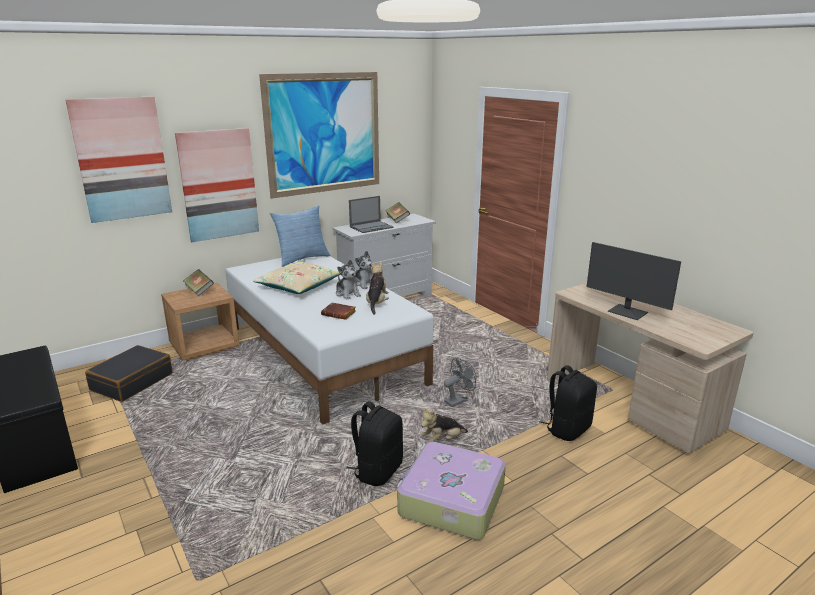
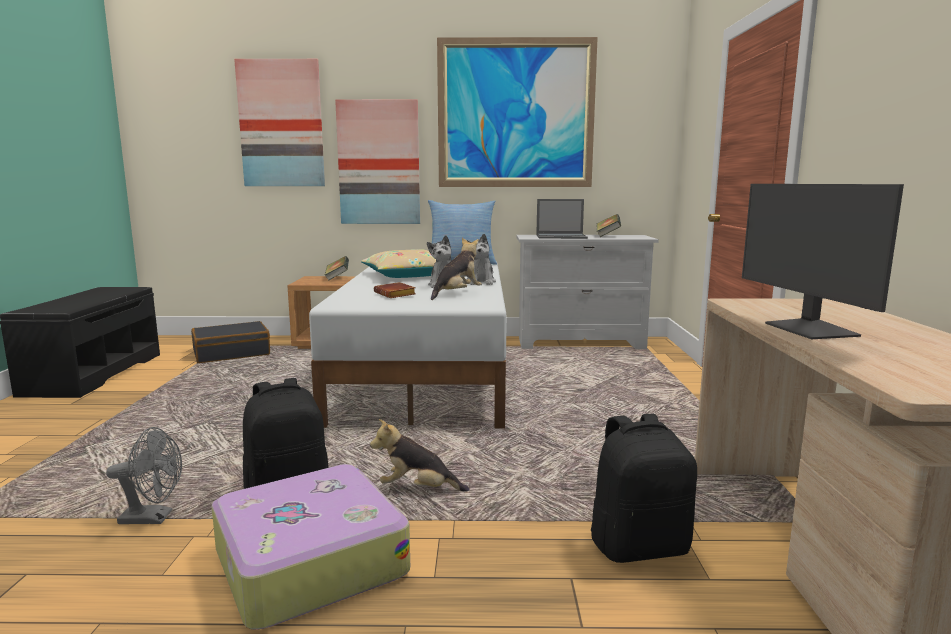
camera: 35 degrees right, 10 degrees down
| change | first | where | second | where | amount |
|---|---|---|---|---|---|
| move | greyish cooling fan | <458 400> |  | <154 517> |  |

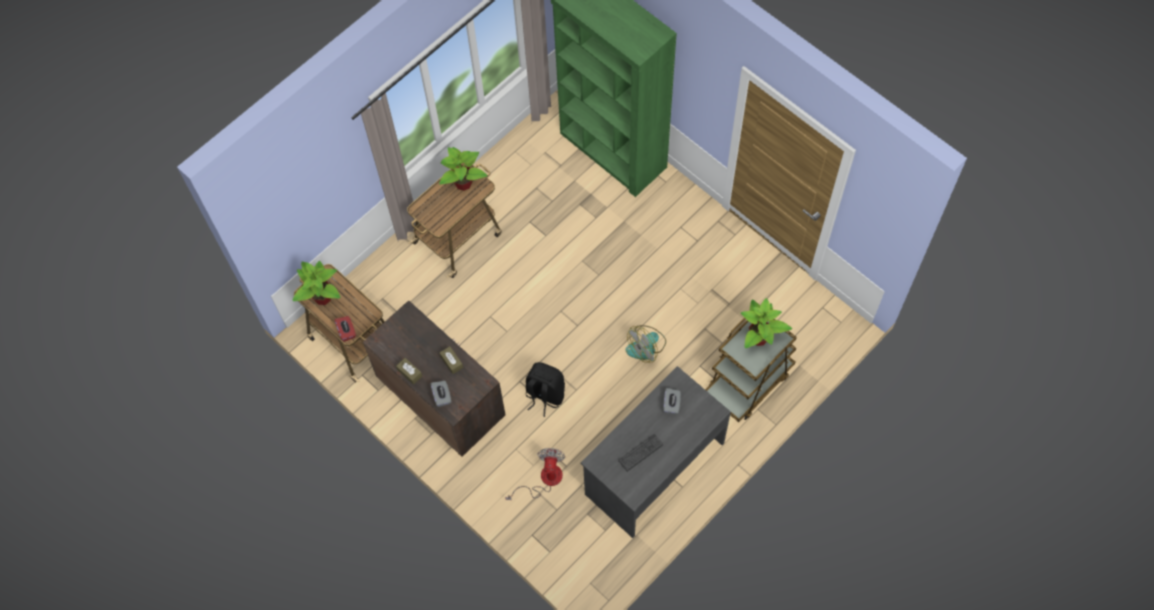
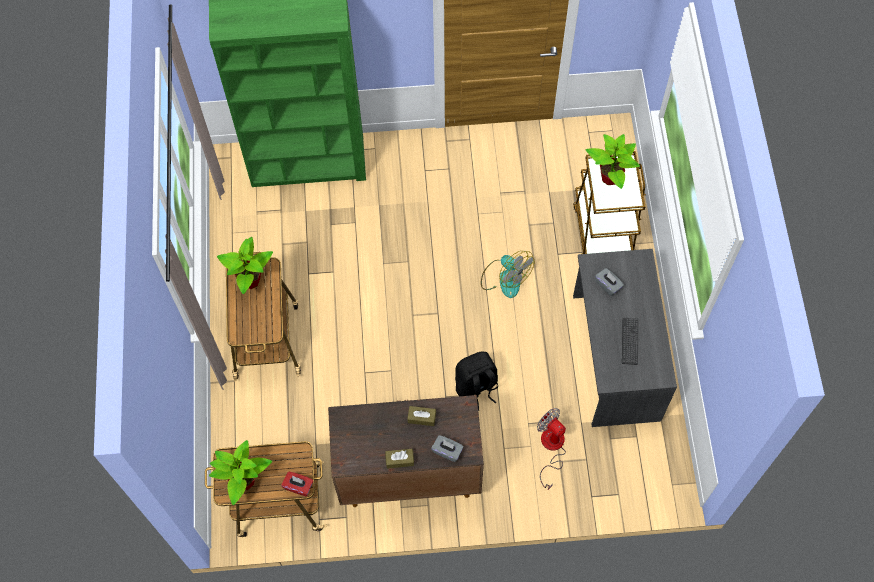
camera: 50 degrees left, 0 degrees up
| change | first | where | second | where | amount |
|---|---|---|---|---|---|
| rotate | cooling fan | <646 346> |  | <505 278> | 45 degrees counterclockwise |

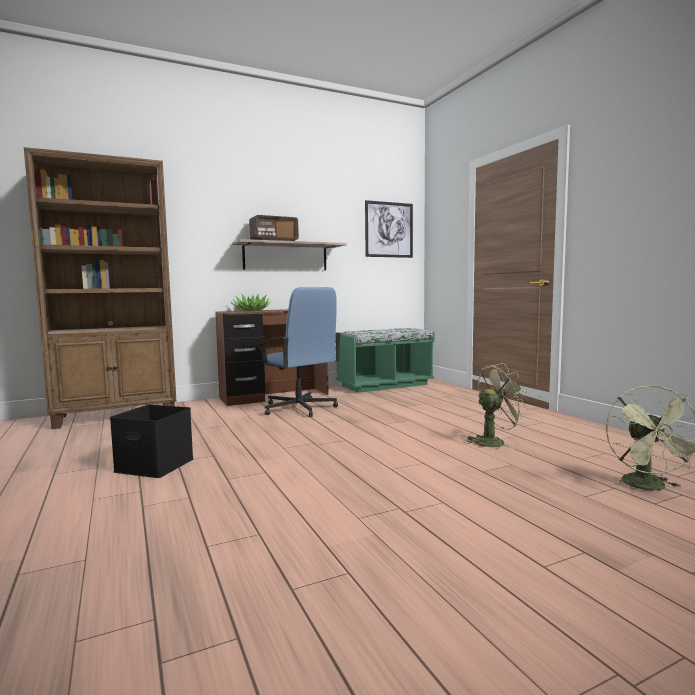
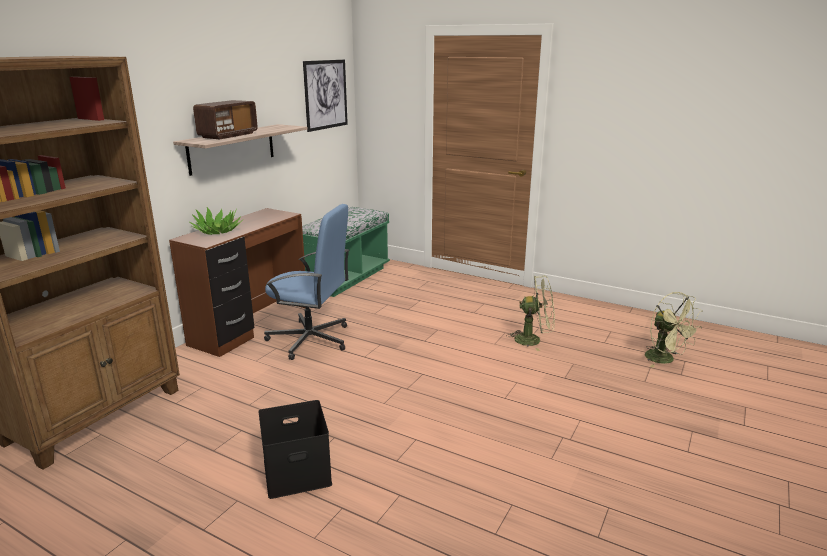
camera: 35 degrees left, 15 degrees up
| change | first | where | second | where | amount |
|---|---|---|---|---|---|
| rotate | green-coloured cooling fan | <494 442> |  | <533 340> | 60 degrees clockwise |

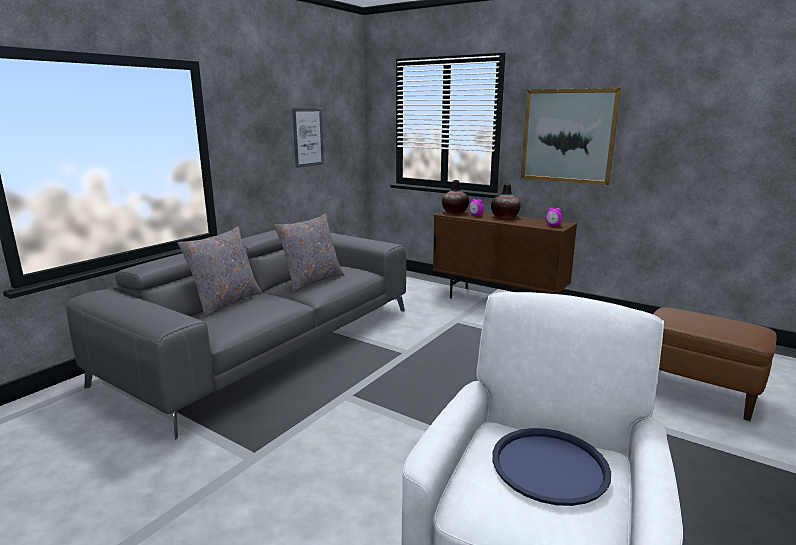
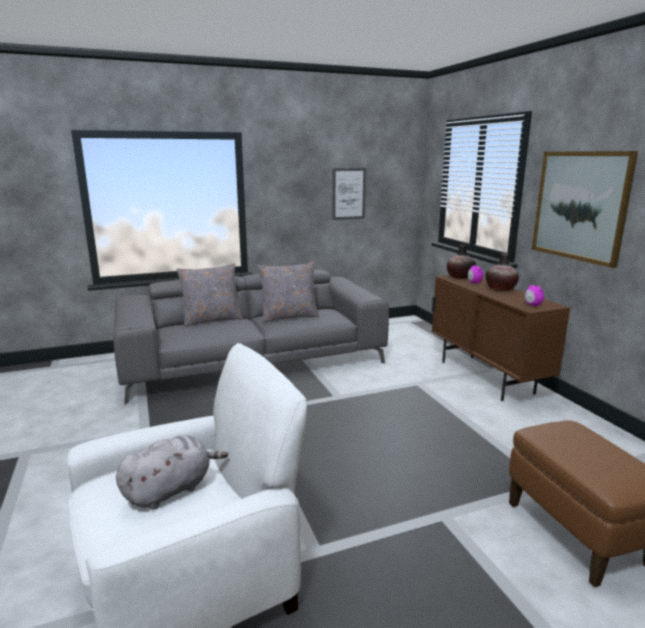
camera: 35 degrees right, 0 degrees up
| change | first | where | second | where | amount |
|---|---|---|---|---|---|
| replace | bluish serving tray | <549 466> | greyish cuddly toy | <171 490> |  |

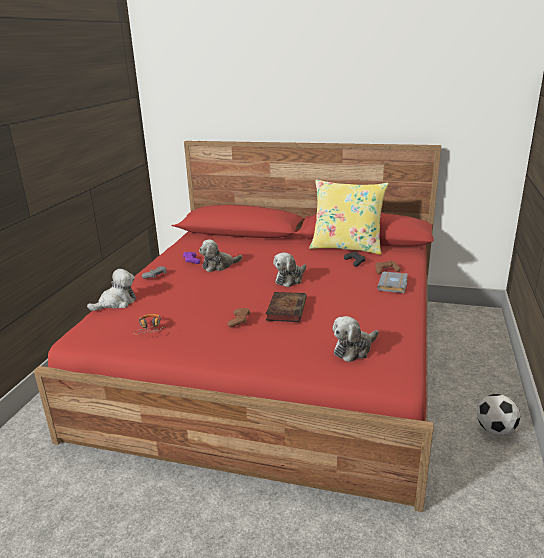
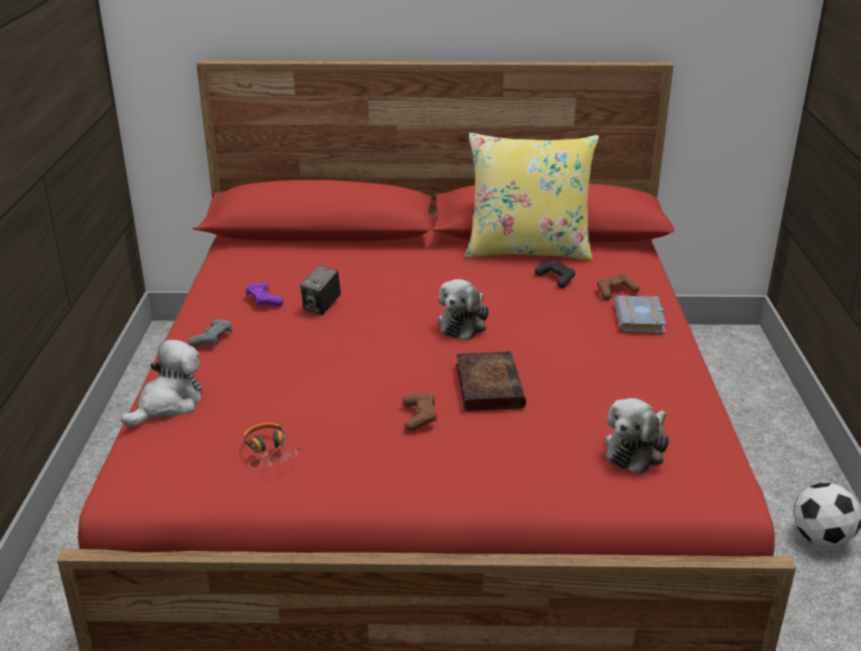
camera: 15 degrees left, 5 degrees up
| change | first | where | second | where | amount |
|---|---|---|---|---|---|
| replace | cuddly toy | <219 266> | still camera | <322 307> |  |

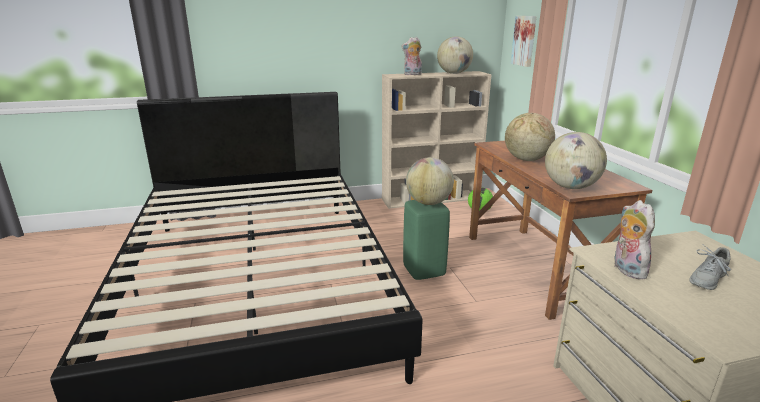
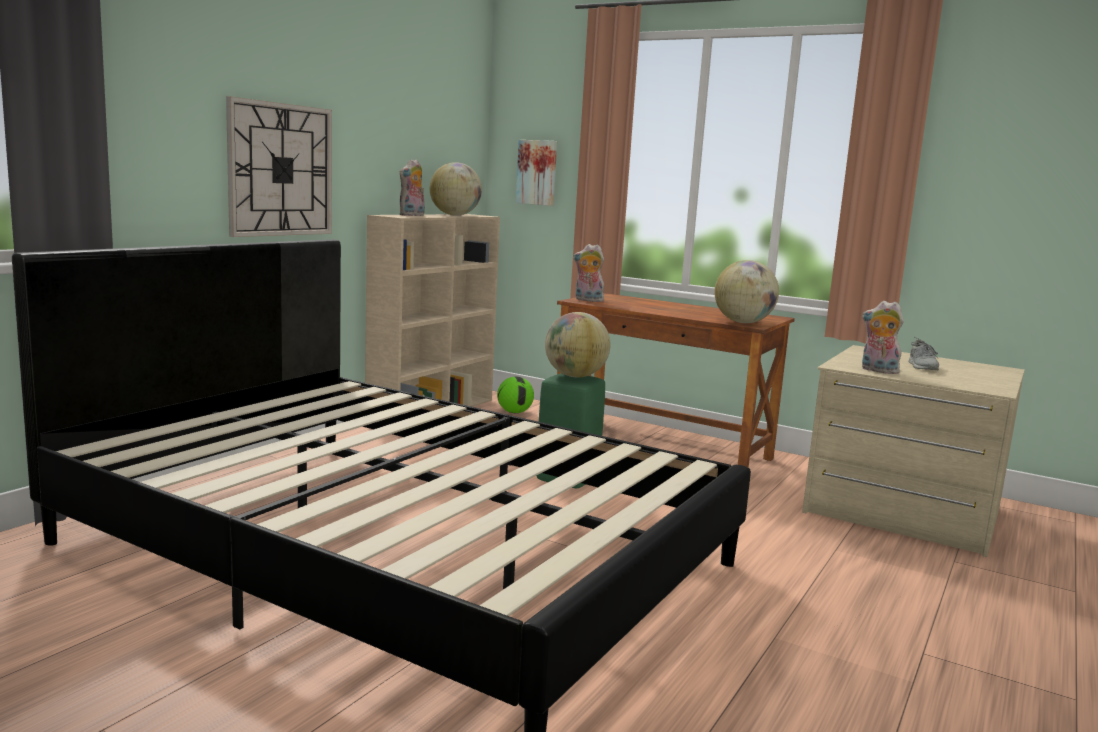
camera: 45 degrees left, 10 degrees down
| change | first | where | second | where | amount |
|---|---|---|---|---|---|
| insert |  |  | wall clock | <281 170> |  |
| insert |  |  | cuddly toy | <587 300> |  |
| delete | desk globe | <526 159> |  |  |  |

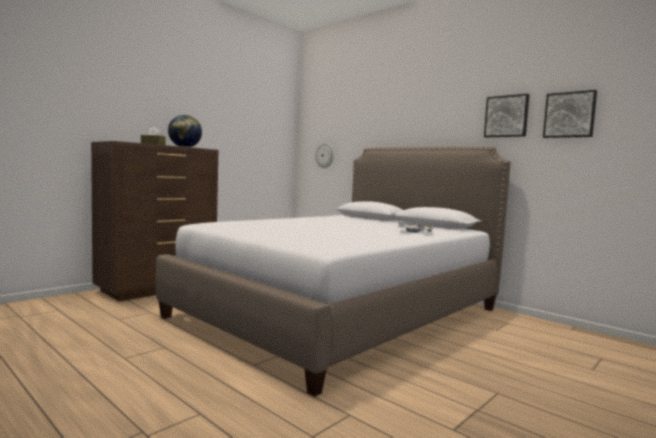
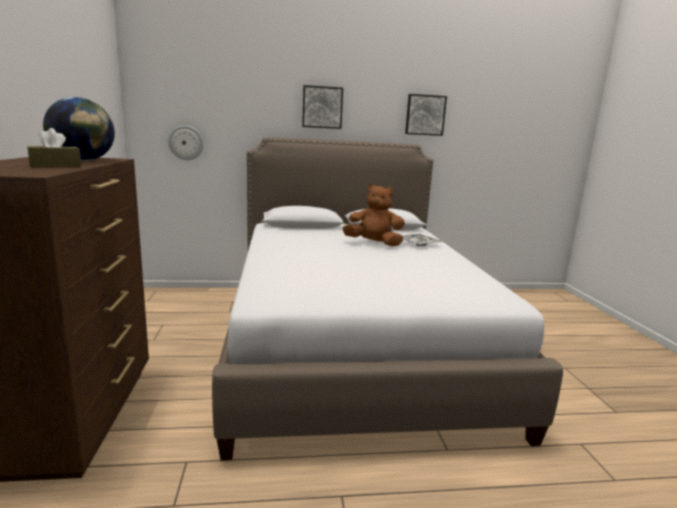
camera: 50 degrees left, 10 degrees up
| change | first | where | second | where | amount |
|---|---|---|---|---|---|
| move | wall picture | <569 115> |  | <322 107> |  |
| insert |  |  | brownish cuddly toy | <374 243> |  |

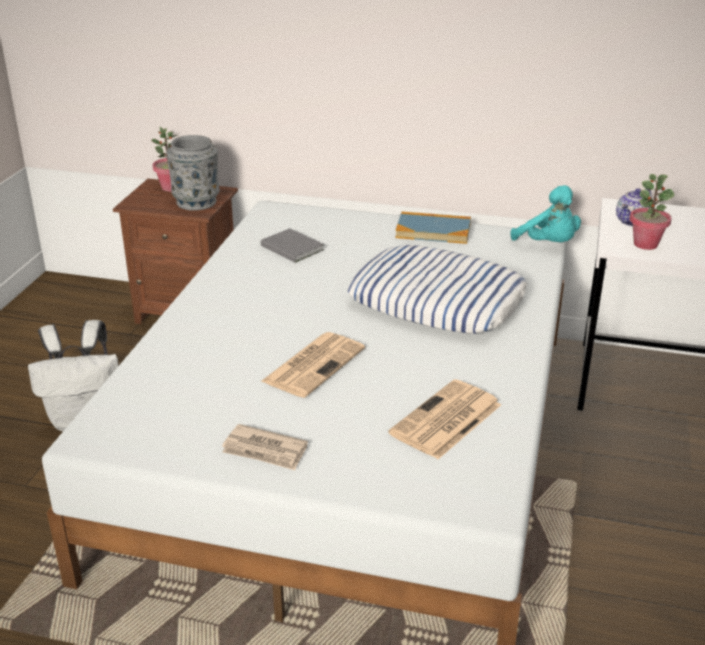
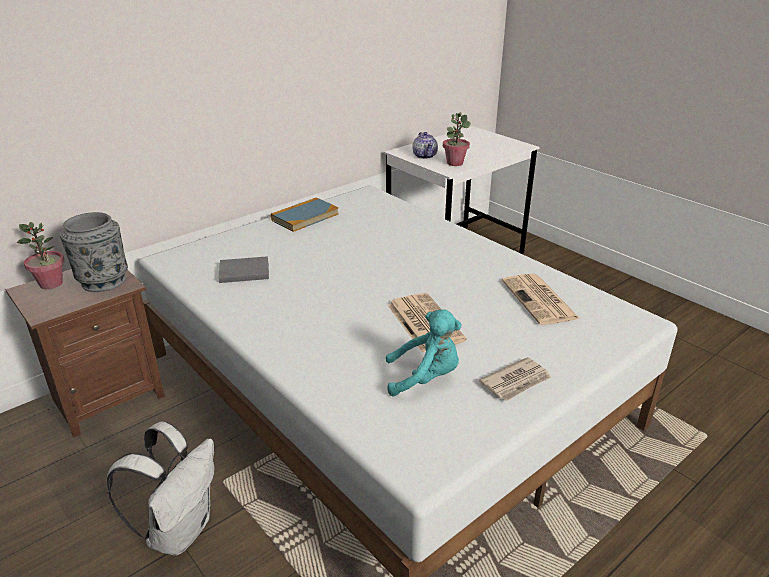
camera: 55 degrees left, 0 degrees up
| change | first | where | second | where | amount |
|---|---|---|---|---|---|
| move | turquoise cuddly toy | <548 244> |  | <425 378> |  |
| delete | pillow | <437 300> |  |  |  |

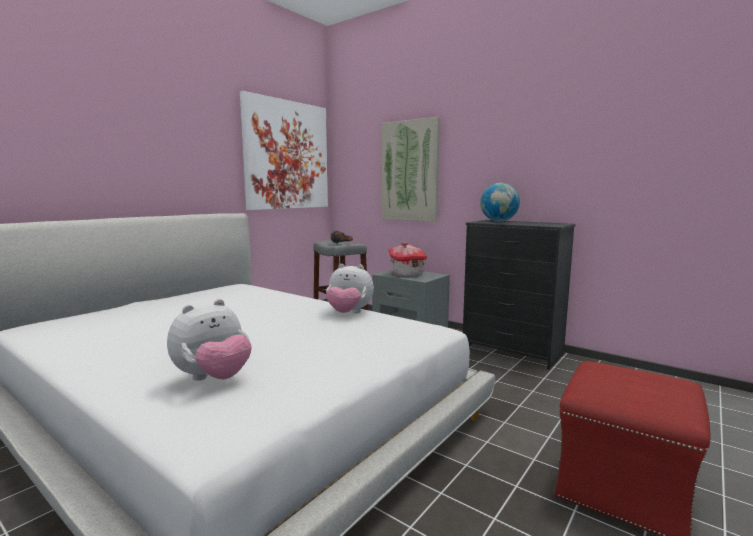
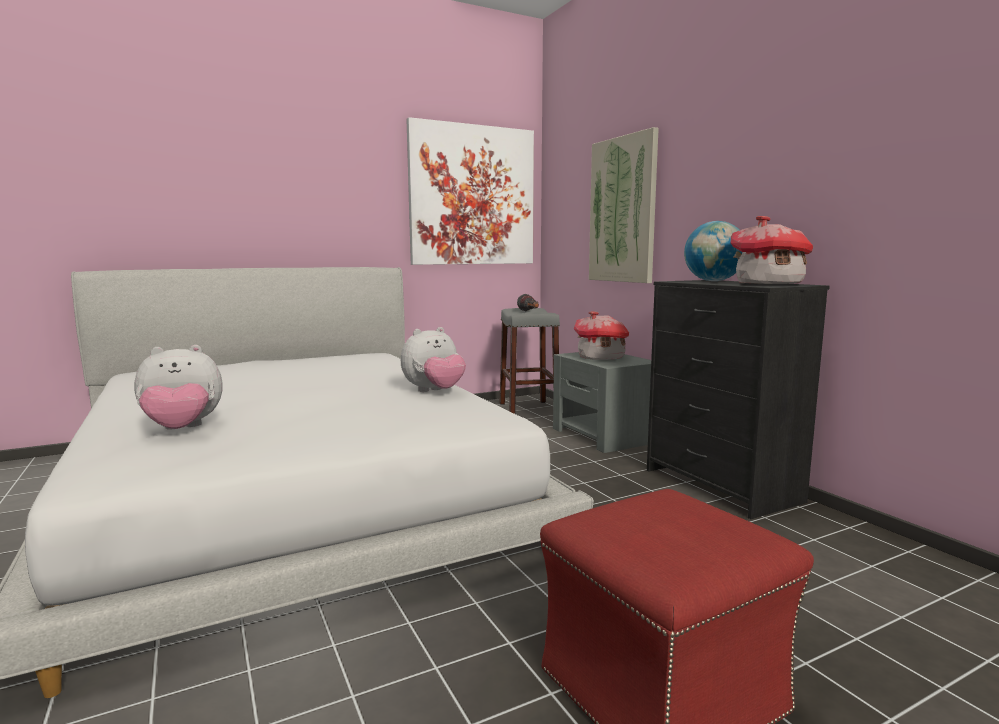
camera: 25 degrees right, 0 degrees up
| change | first | where | second | where | amount |
|---|---|---|---|---|---|
| rotate | cuddly toy | <349 313> |  | <434 391> | 75 degrees counterclockwise |
| insert |  |  | miniature house | <768 284> |  |

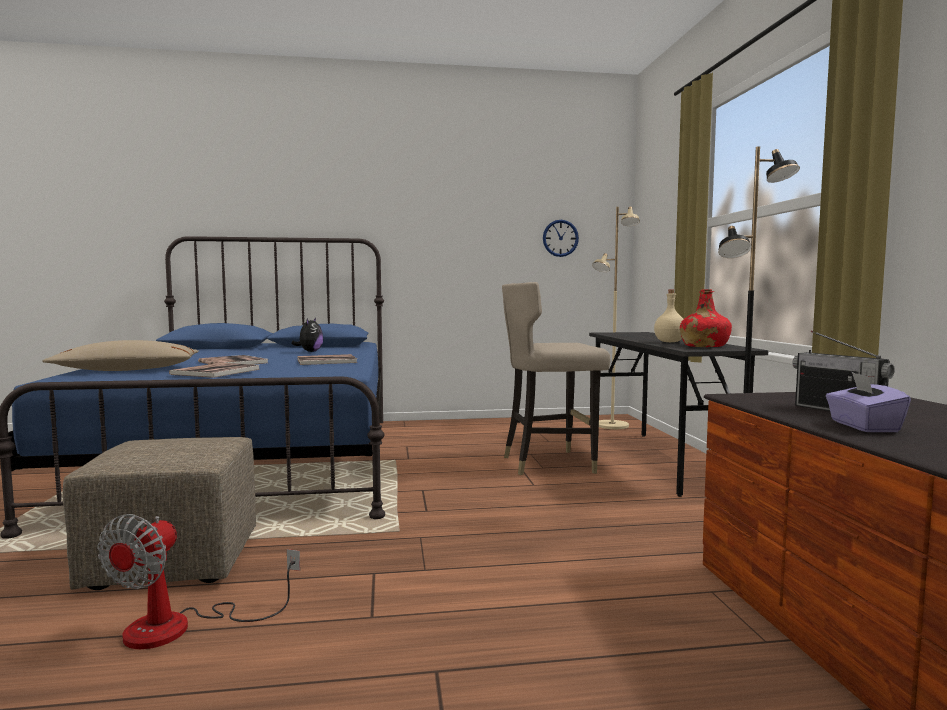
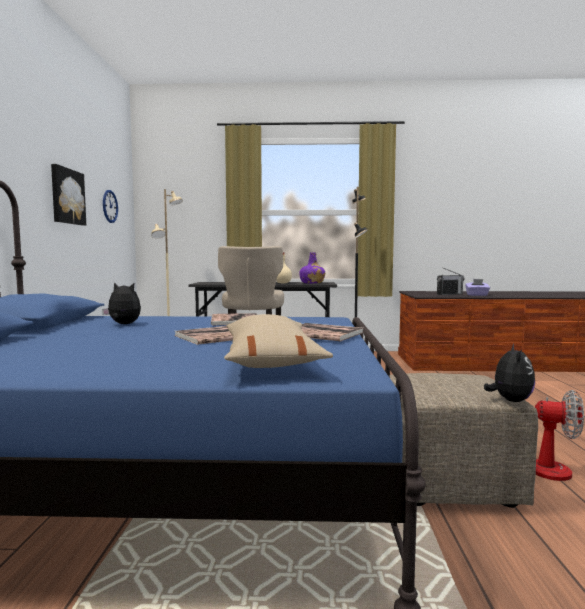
camera: 80 degrees left, 0 degrees up
| change | first | where | second | where | amount |
|---|---|---|---|---|---|
| insert |  |  | wall picture | <66 196> |  |
| recolor | reddish bottle | <704 346> | purplish bottle | <312 283> |  |
| insert |  |  | cuddly toy | <510 400> |  |

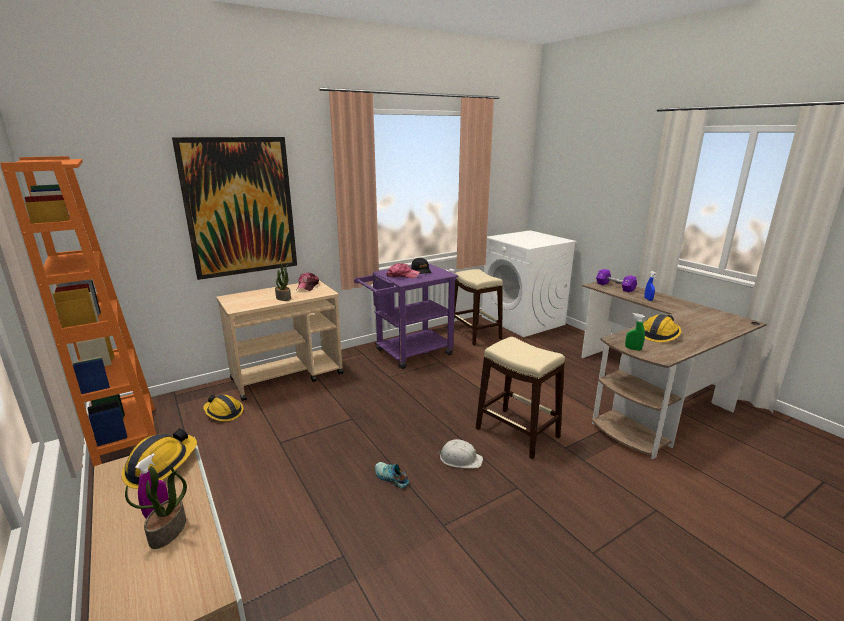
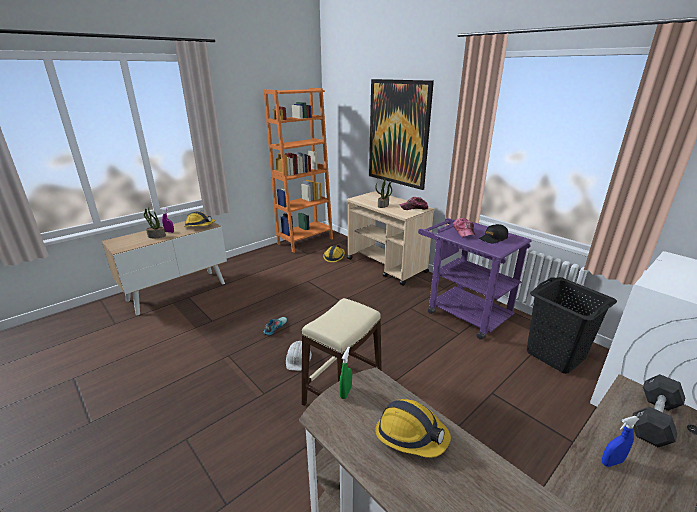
camera: 80 degrees right, 5 degrees up
| change | first | where | second | where | amount |
|---|---|---|---|---|---|
| replace | sand-coloured stool seat | <475 334> | blackish washing basket | <555 355> |  |
| recolor | purplish dumbbell | <615 287> | blackish dumbbell | <653 419> |  |

